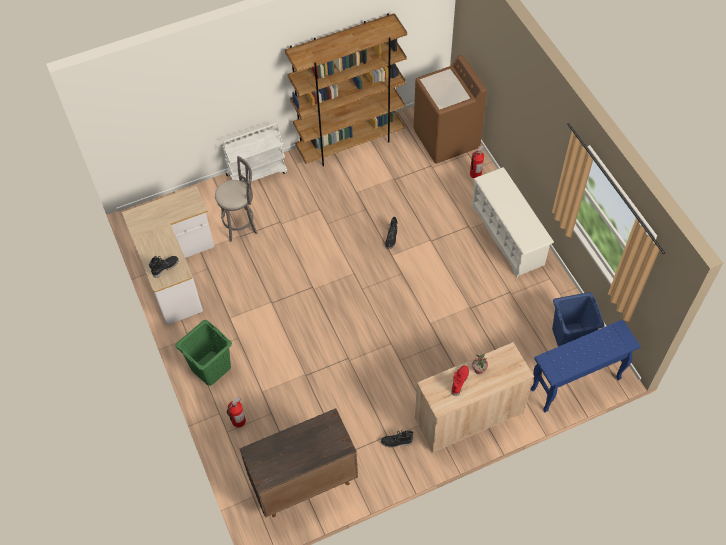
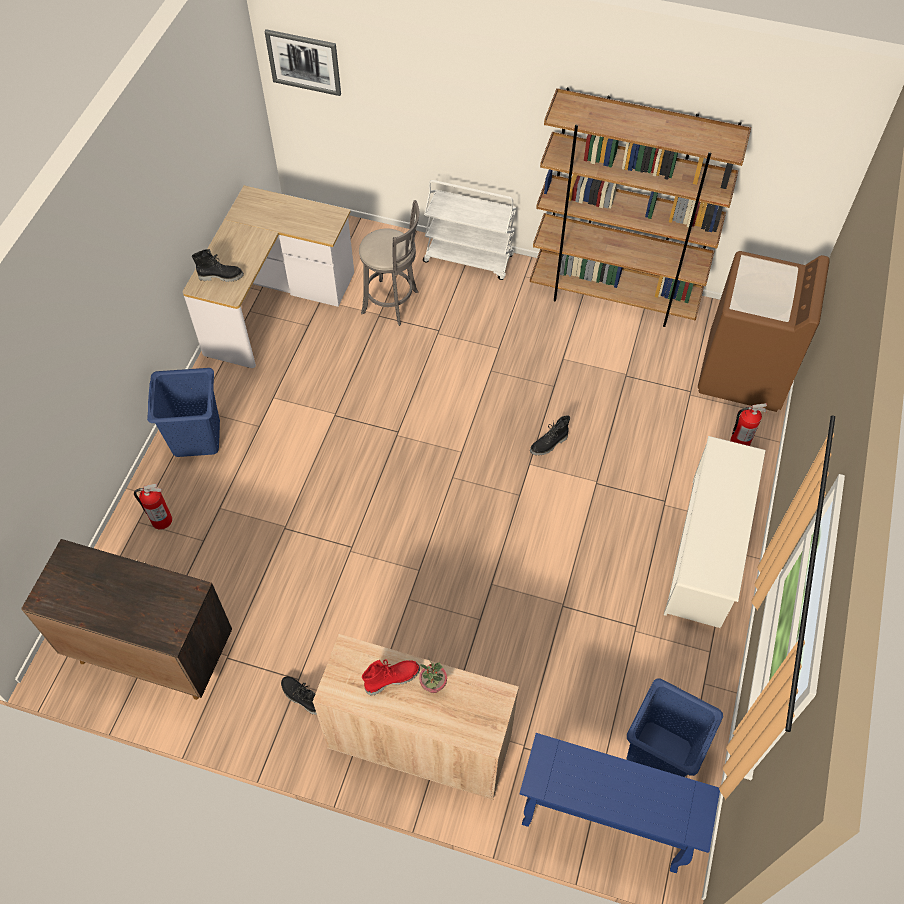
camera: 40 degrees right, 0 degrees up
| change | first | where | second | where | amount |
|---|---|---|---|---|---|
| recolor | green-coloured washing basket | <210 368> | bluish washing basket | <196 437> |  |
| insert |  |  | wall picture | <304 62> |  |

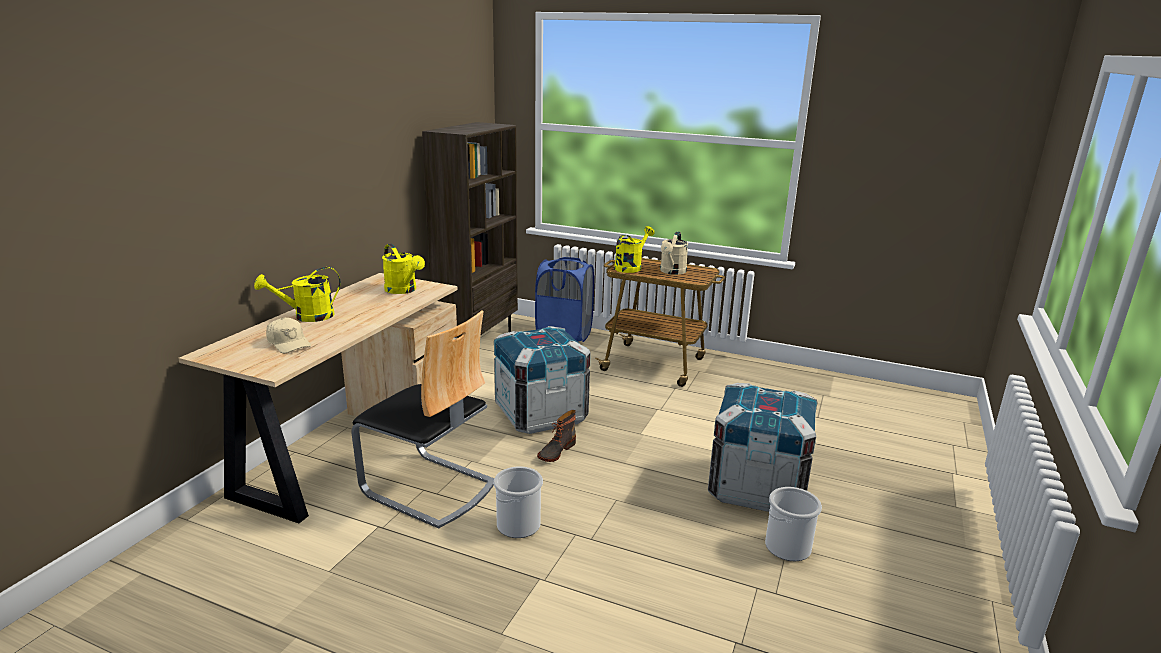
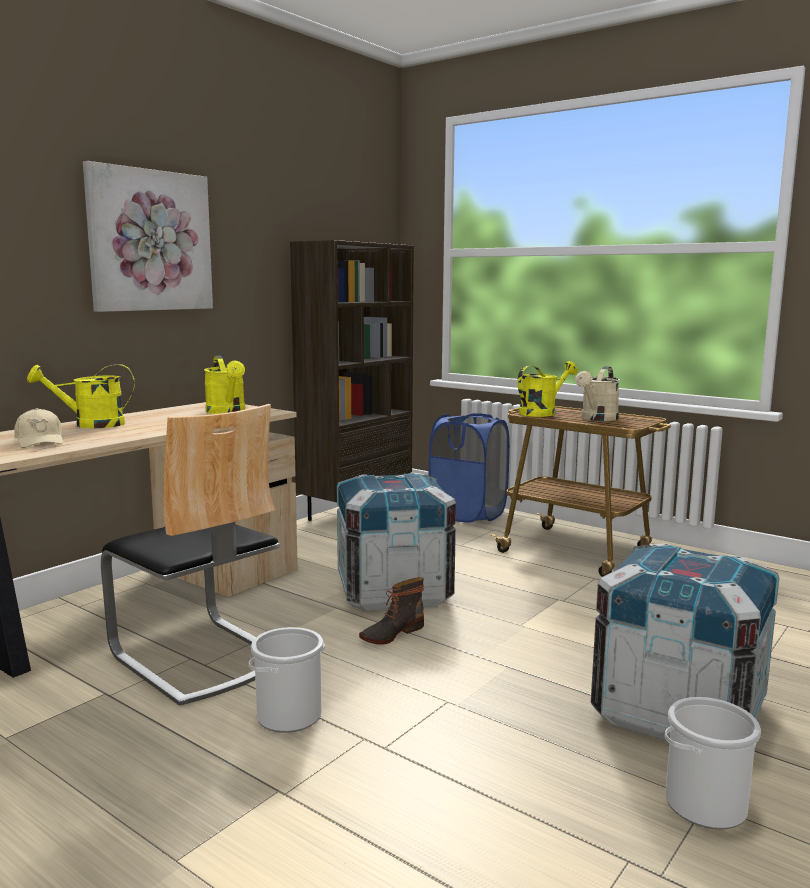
camera: 15 degrees right, 10 degrees down
| change | first | where | second | where | amount |
|---|---|---|---|---|---|
| insert |  |  | wall picture | <149 241> |  |

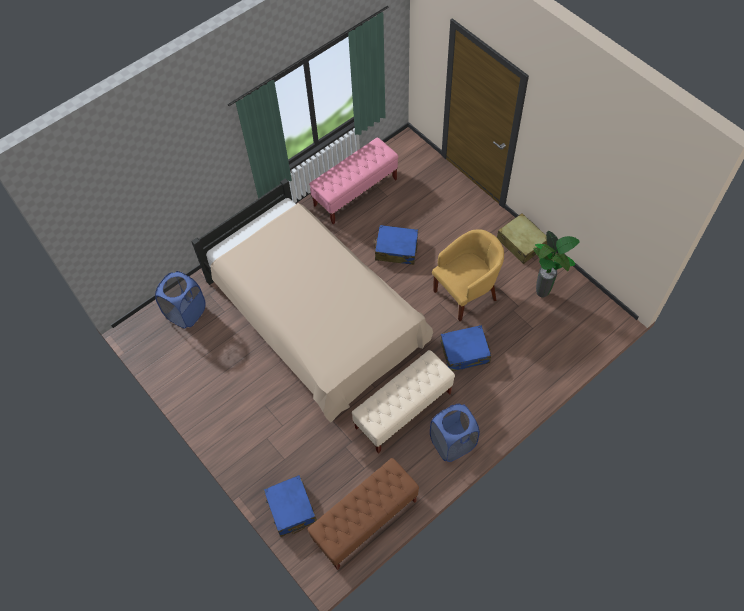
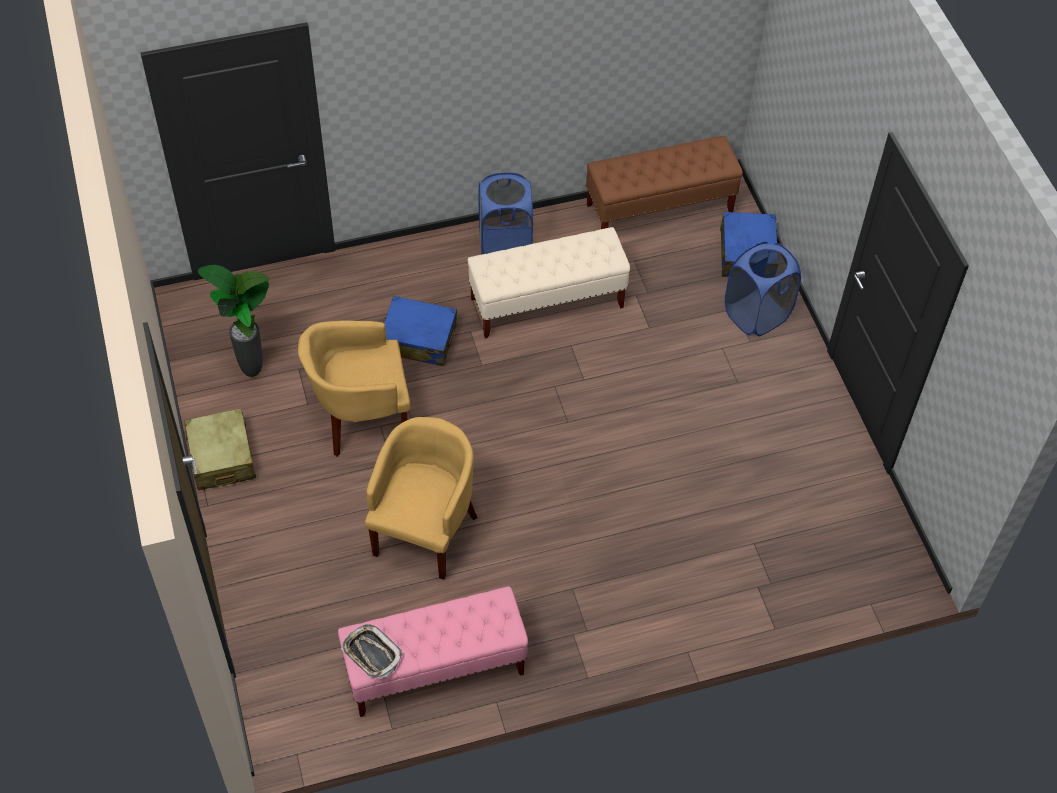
camera: 160 degrees left, 5 degrees down
| change | first | where | second | where | amount |
|---|---|---|---|---|---|
| insert |  |  | serving tray | <371 653> |  |
| replace | bluish travel case | <396 249> | yellow-coloured armchair | <425 531> |  |
| move | bluish washing basket | <186 312> |  | <756 315> |  |
| delete | sand-coloured sleeping bed | <315 318> |  |  |  |

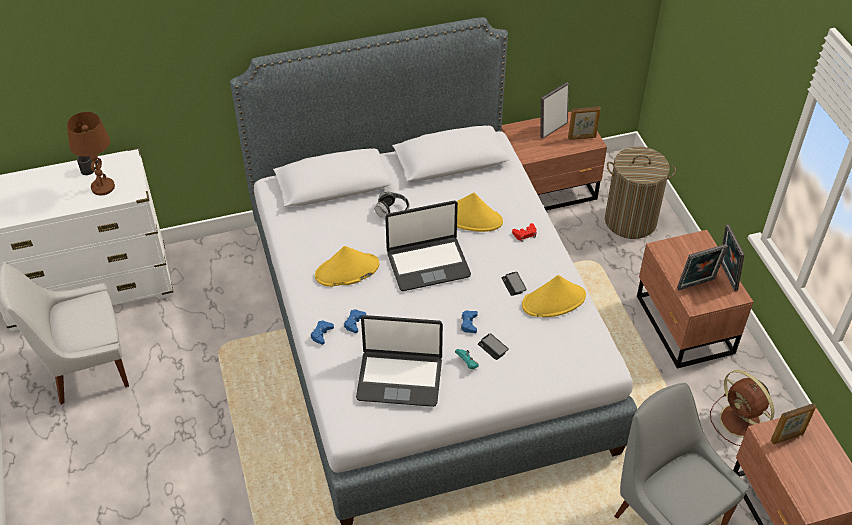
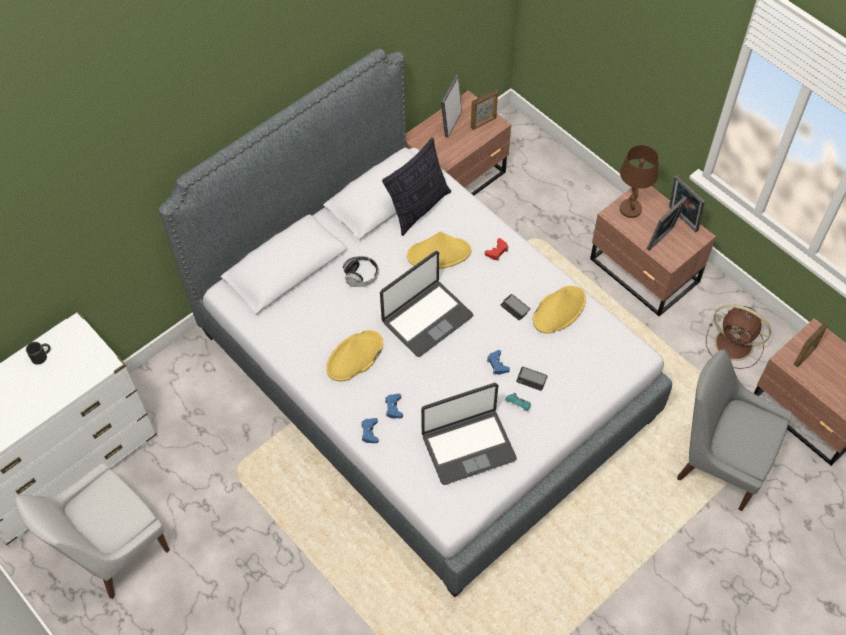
camera: 25 degrees left, 10 degrees up
| change | first | where | second | where | amount |
|---|---|---|---|---|---|
| insert |  |  | pillow | <418 208> |  |
| move | brownish tabletop lamp | <103 187> |  | <630 209> |  |
| delete | washing basket | <630 220> |  |  |  |

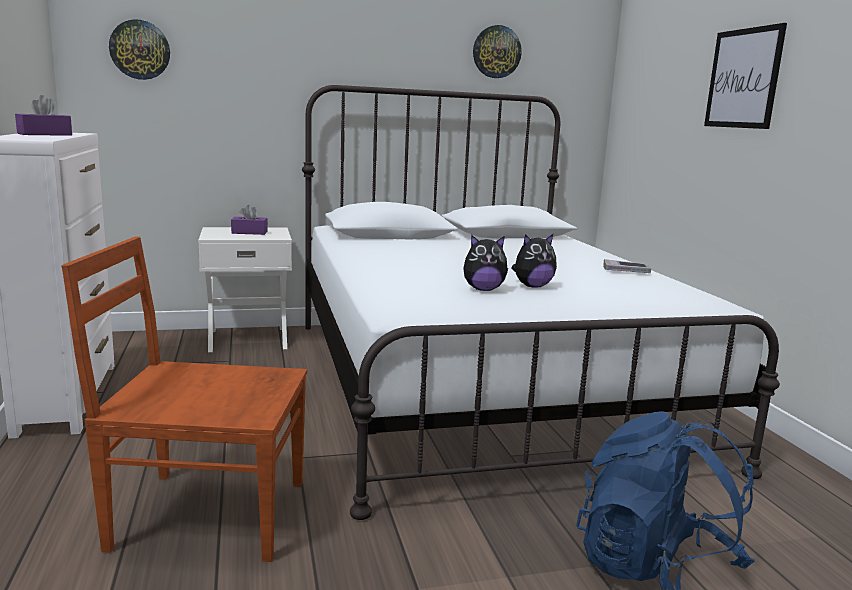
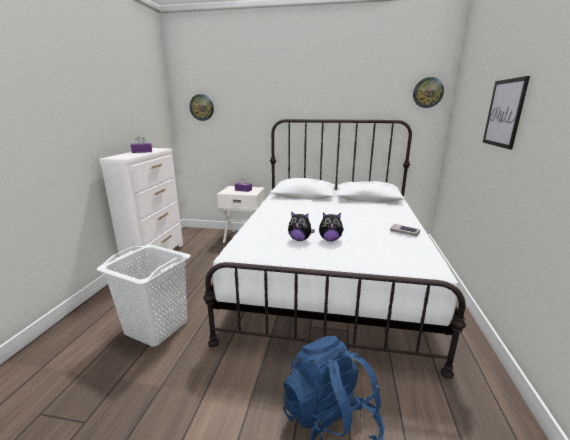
camera: 25 degrees right, 5 degrees up
| change | first | where | second | where | amount |
|---|---|---|---|---|---|
| replace | brownish chair | <205 514> | whitish washing basket | <156 327> |  |
| move | wall clock | <496 52> |  | <428 92> |  |

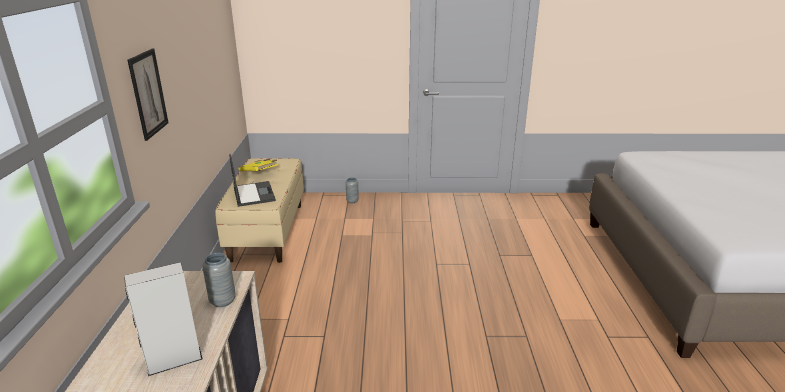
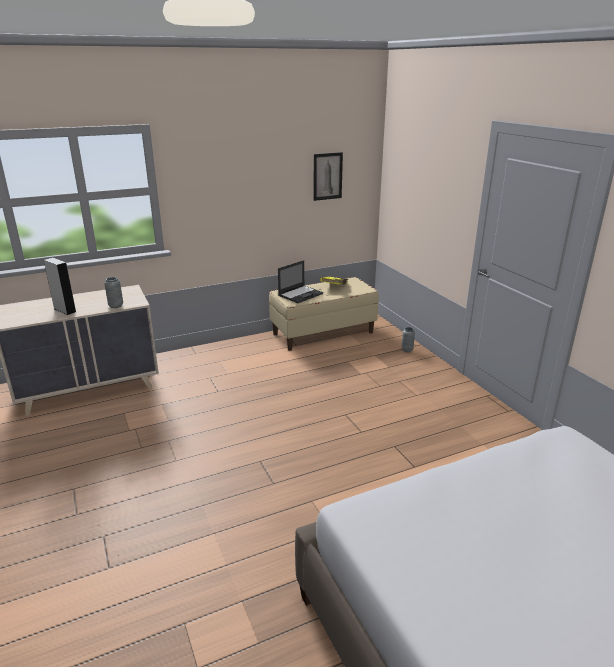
camera: 65 degrees right, 0 degrees up
| change | first | where | second | where | amount |
|---|---|---|---|---|---|
| move | wall picture | <148 93> |  | <327 176> |  |

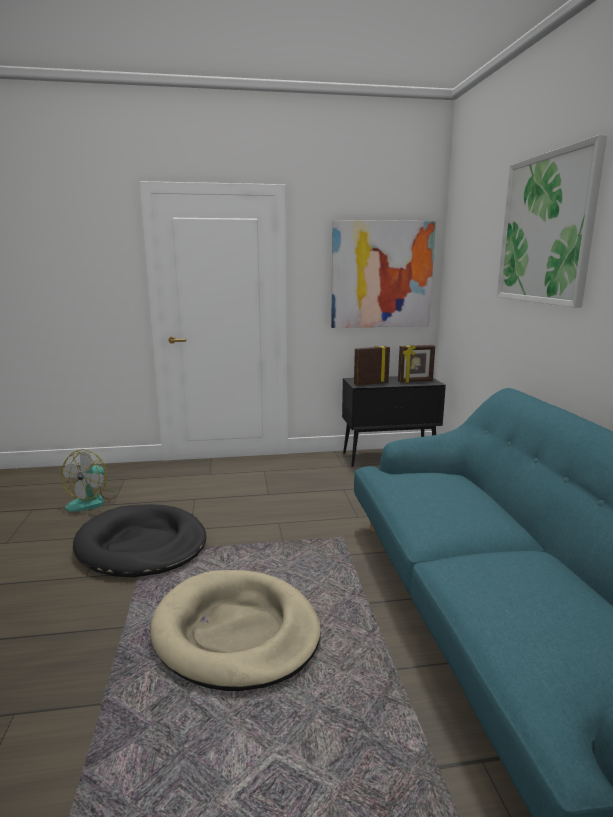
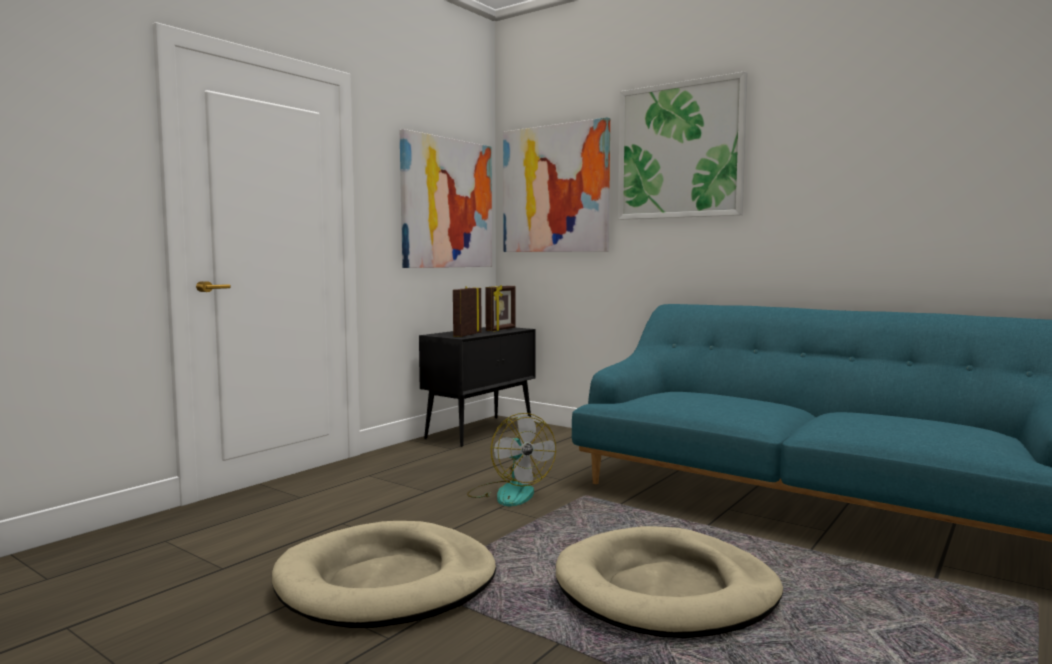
camera: 45 degrees left, 10 degrees down
| change | first | where | second | where | amount |
|---|---|---|---|---|---|
| recolor | blackish dog cushion | <142 545> | sand-coloured dog cushion | <387 582> |  |
| move | cooling fan | <92 501> |  | <509 493> |  |
| insert |  |  | wall picture | <555 189> |  |

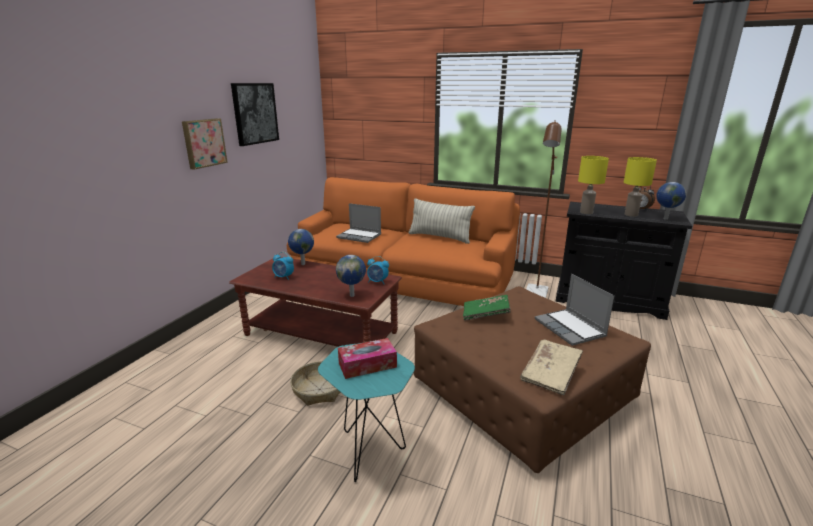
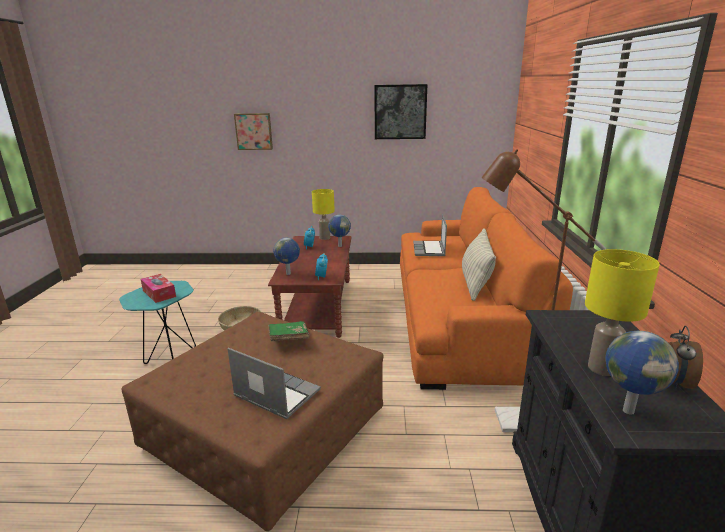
camera: 70 degrees right, 0 degrees up
| change | first | where | second | where | amount |
|---|---|---|---|---|---|
| rotate | notebook computer | <570 328> |  | <275 394> | 75 degrees clockwise |
| move | wall picture | <203 143> |  | <254 131> |  |
| move | yellow-coloured tabletop lamp | <586 212> |  | <324 238> |  |
| delete | sand-coloured volume | <550 374> |  |  |  |

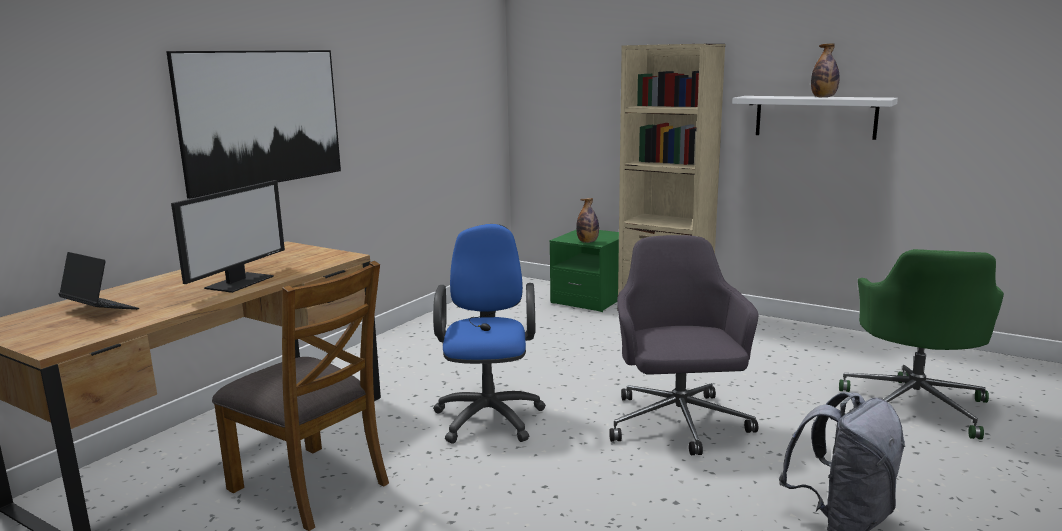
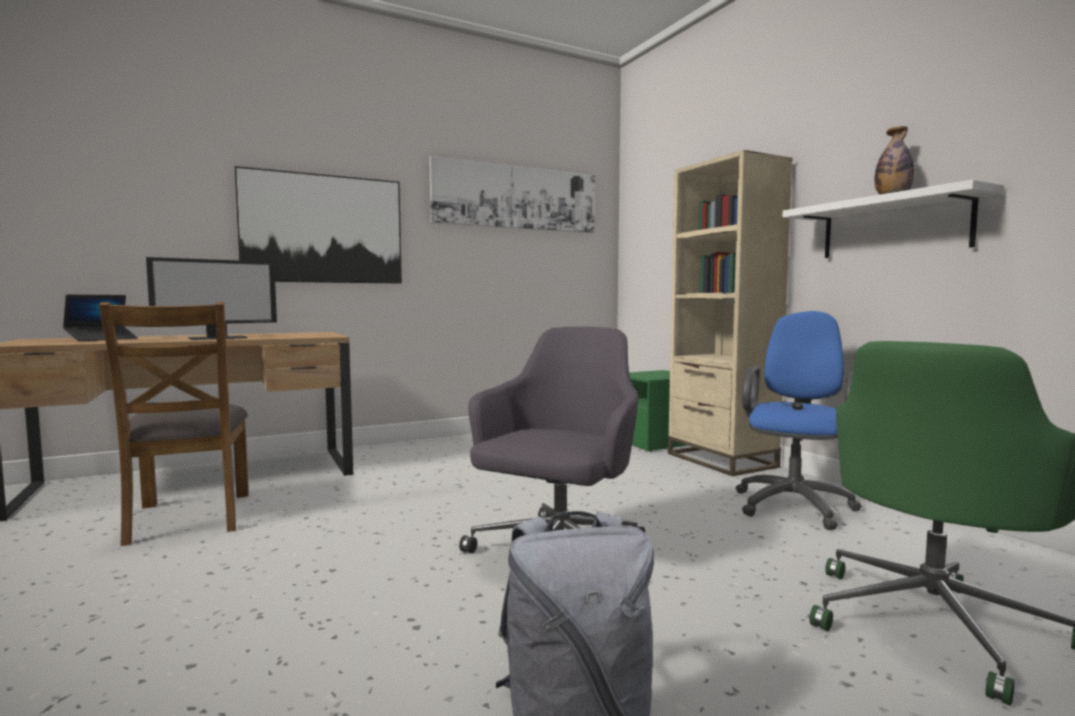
camera: 30 degrees right, 10 degrees down
| change | first | where | second | where | amount |
|---|---|---|---|---|---|
| rotate | notebook computer | <100 310> |  | <102 339> | 60 degrees clockwise |
| insert |  |  | wall picture | <516 197> |  |
| move | bluish computer chair | <489 415> |  | <794 504> |  |
| delete | bottle | <587 242> |  |  |  |

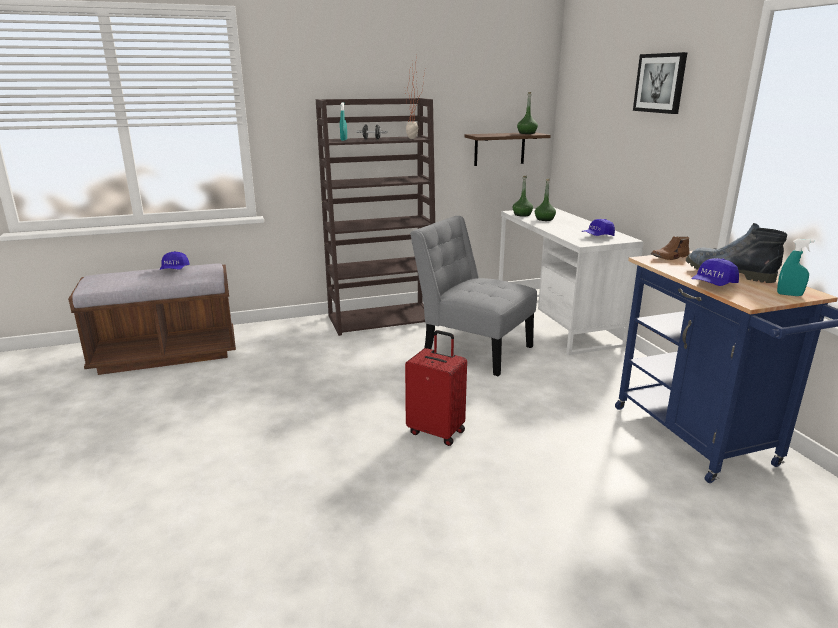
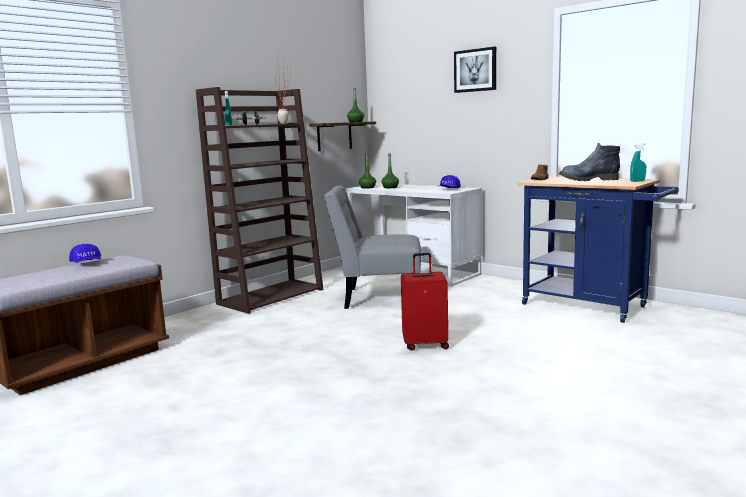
camera: 30 degrees left, 10 degrees down
| change | first | where | second | where | amount |
|---|---|---|---|---|---|
| delete | bluish peaked cap | <713 285> |  |  |  |

